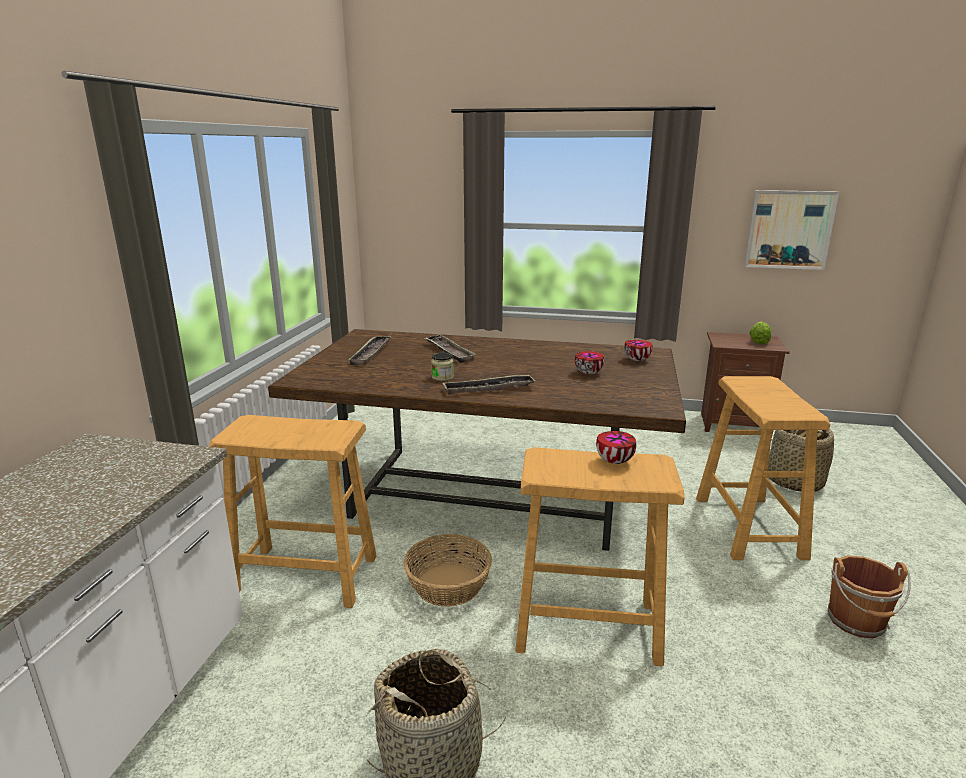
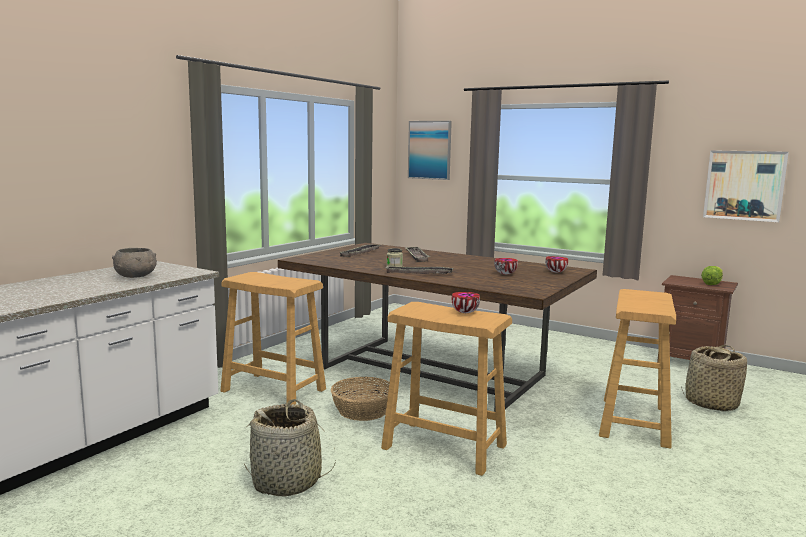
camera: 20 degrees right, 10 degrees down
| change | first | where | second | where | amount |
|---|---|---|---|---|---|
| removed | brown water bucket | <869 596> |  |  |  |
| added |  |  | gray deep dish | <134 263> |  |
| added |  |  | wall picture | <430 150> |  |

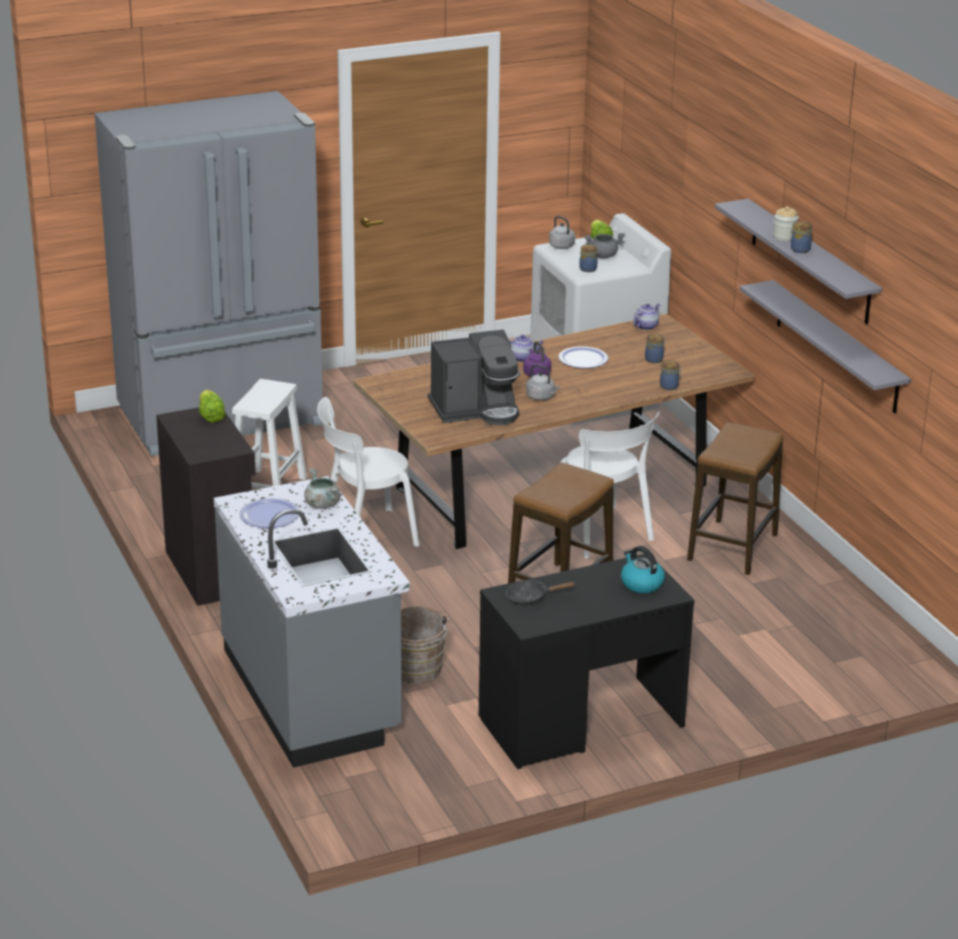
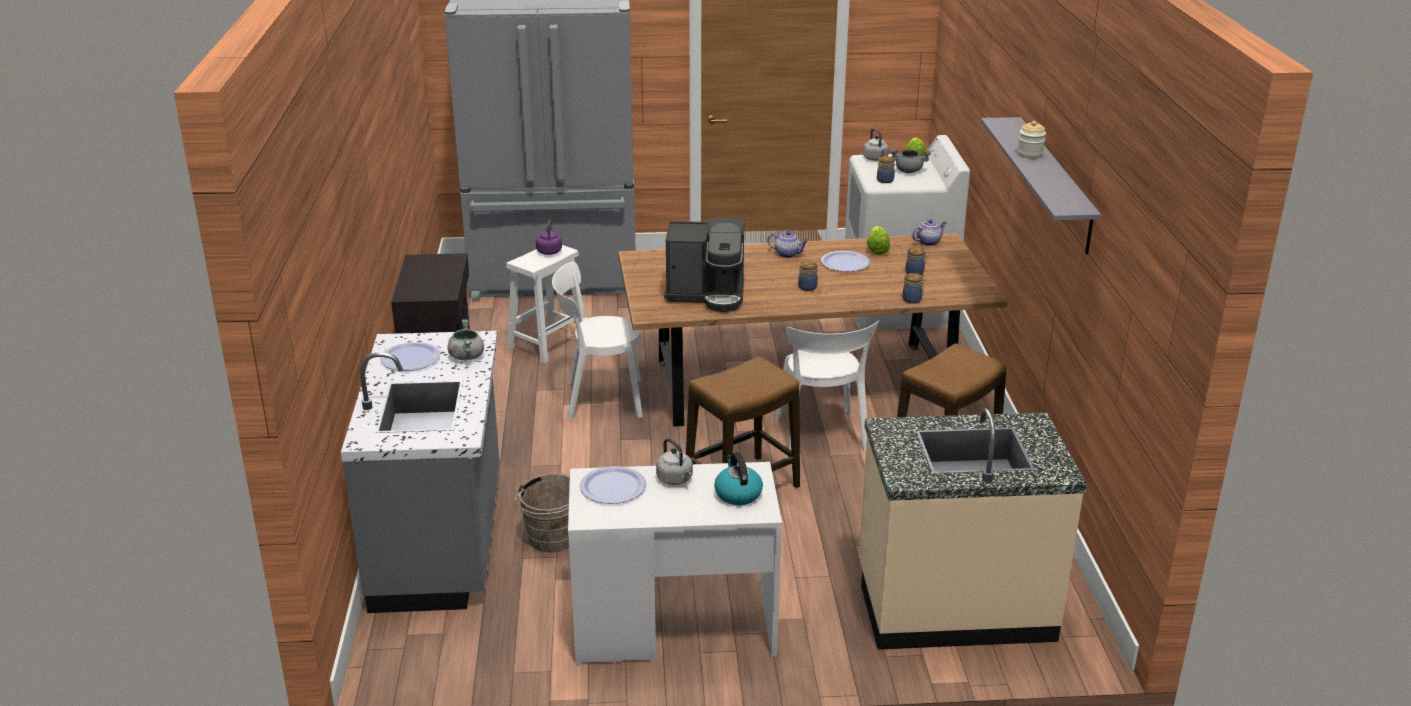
camera: 20 degrees right, 0 degrees up
| change | first | where | second | where | amount |
|---|---|---|---|---|---|
| moved | head of lettuce | <212 406> |  | <878 240> |  |
| recoloured | blackish desk | <587 661> | white-coloured desk | <675 563> |  |
| replaced | blackish frying pan | <541 592> | plate | <613 485> |  |
| moved | purple-coloured water kettle | <537 359> |  | <549 238> |  |
| moved | gray water kettle | <543 382> |  | <674 461> |  |
| removed | gray bracket shelf | <825 347> |  |  |  |
| moved | storage jar | <801 237> |  | <808 276> |  |
| added |  |  | beige kitchen base unit | <973 529> |  |

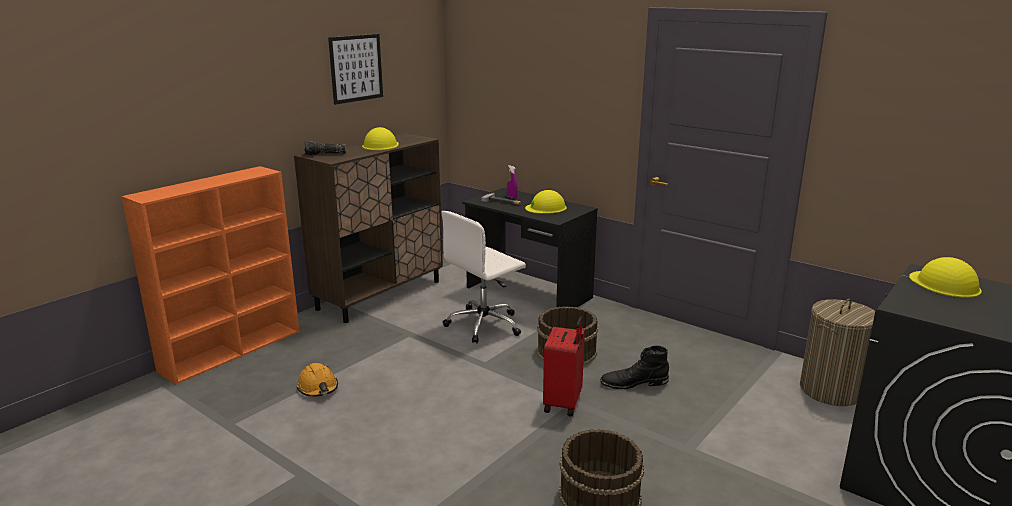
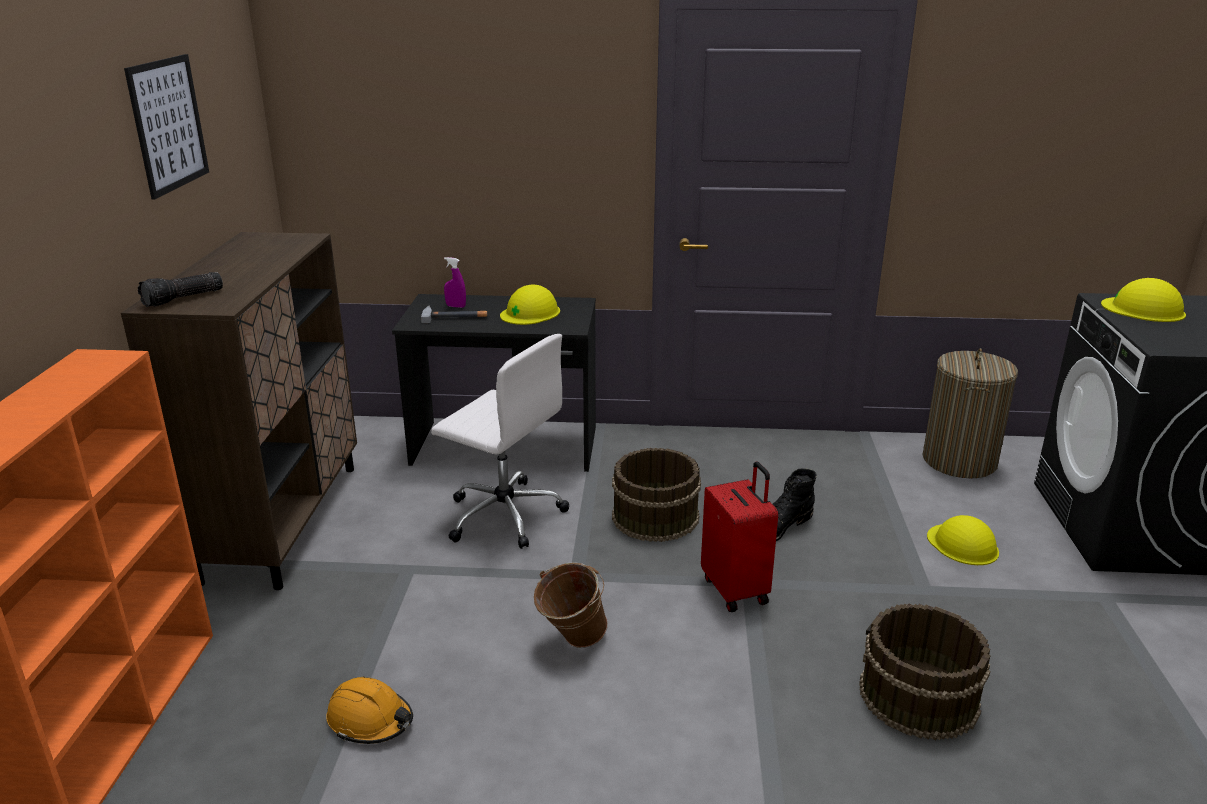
camera: 35 degrees left, 5 degrees up
| change | first | where | second | where | amount |
|---|---|---|---|---|---|
| moved | yellow-coloured safety helmet | <380 138> |  | <963 540> |  |
| turned | white-coloured desk chair | <484 277> |  | <500 441> | 75 degrees counterclockwise |
| added |  |  | brown water bucket | <571 605> |  |

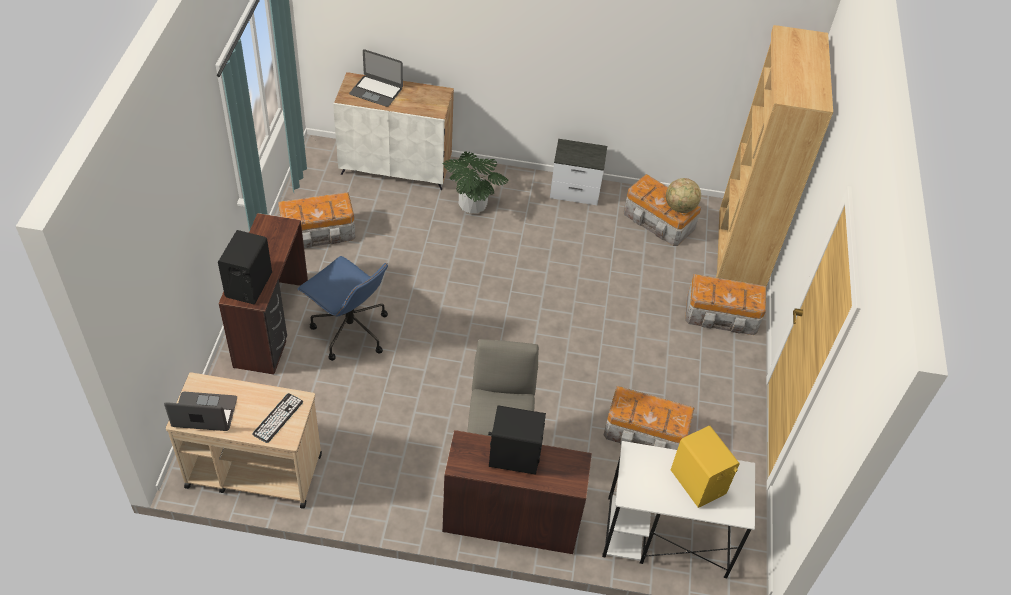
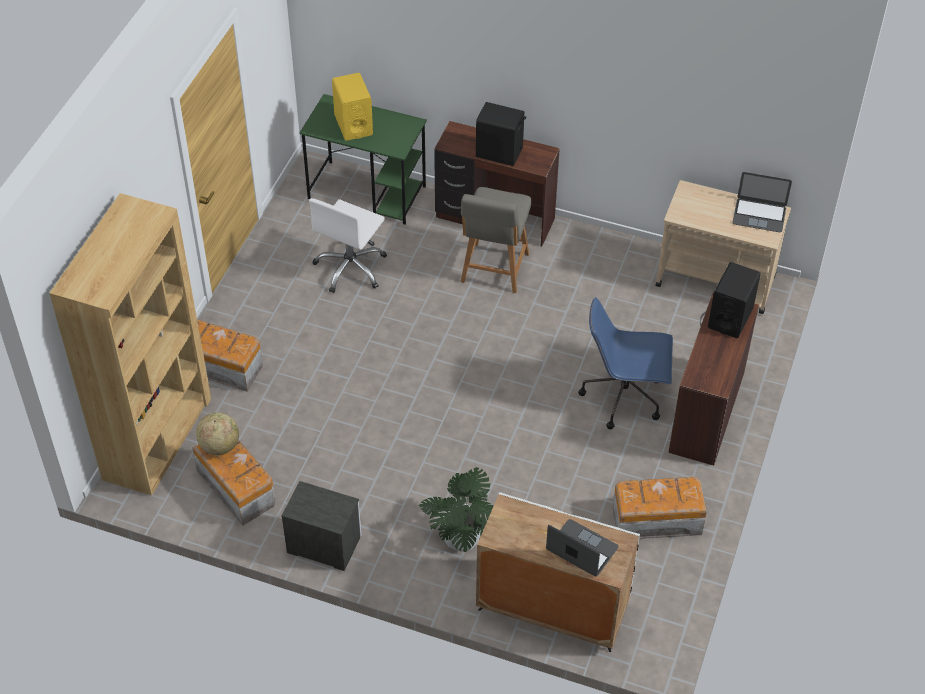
camera: 165 degrees left, 0 degrees up
| change | first | where | second | where | amount |
|---|---|---|---|---|---|
| removed | PC keyboard | <277 418> |  |  |  |
| turned | blue-coloured desk chair | <342 308> |  | <625 363> | 45 degrees counterclockwise |
| recoloured | white-coloured desk | <678 509> | greenish desk | <363 159> |  |
| replaced | storage box | <649 418> | white-coloured desk chair | <348 245> |  |

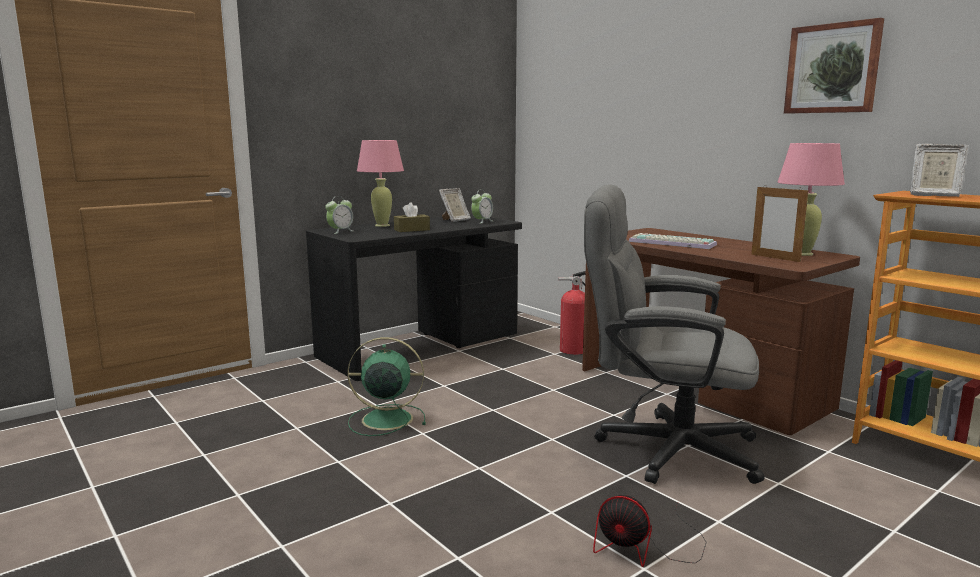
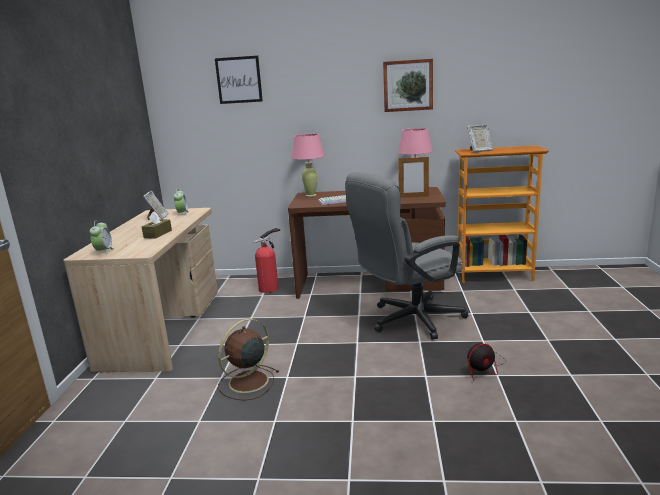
camera: 45 degrees left, 5 degrees up
| change | first | where | second | where | amount |
|---|---|---|---|---|---|
| recoloured | blackish desk | <414 297> | beige desk | <140 290> |  |
| recoloured | greenish cooling fan | <386 386> | brown cooling fan | <249 360> |  |
| moved | pink-coloured tabletop lamp | <380 183> |  | <308 165> |  |
| added |  |  | wall picture | <239 80> |  |

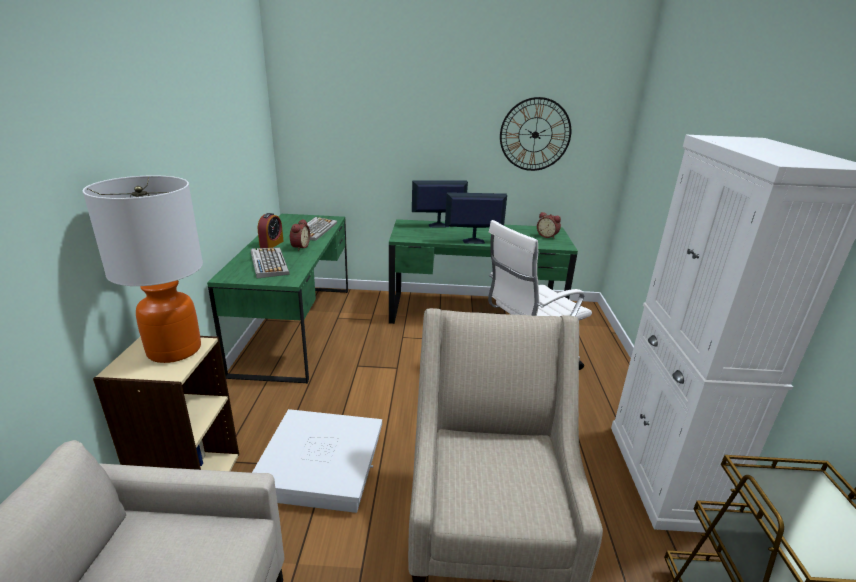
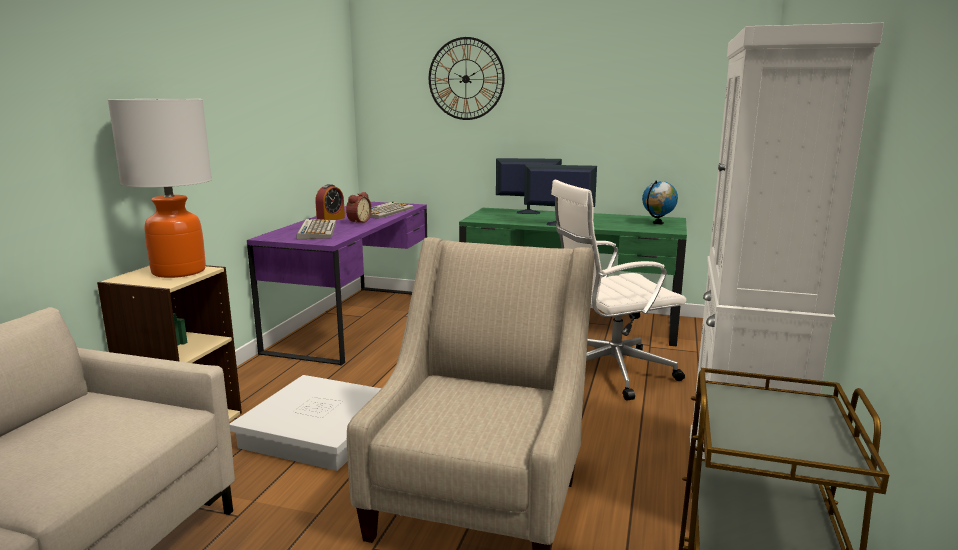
camera: 15 degrees right, 10 degrees down
| change | first | where | second | where | amount |
|---|---|---|---|---|---|
| recoloured | greenish desk | <277 299> | purple-coloured desk | <337 284> |  |
| moved | hanging clock | <535 134> |  | <467 78> |  |
| replaced | table clock | <549 225> | desk globe | <660 202> |  |

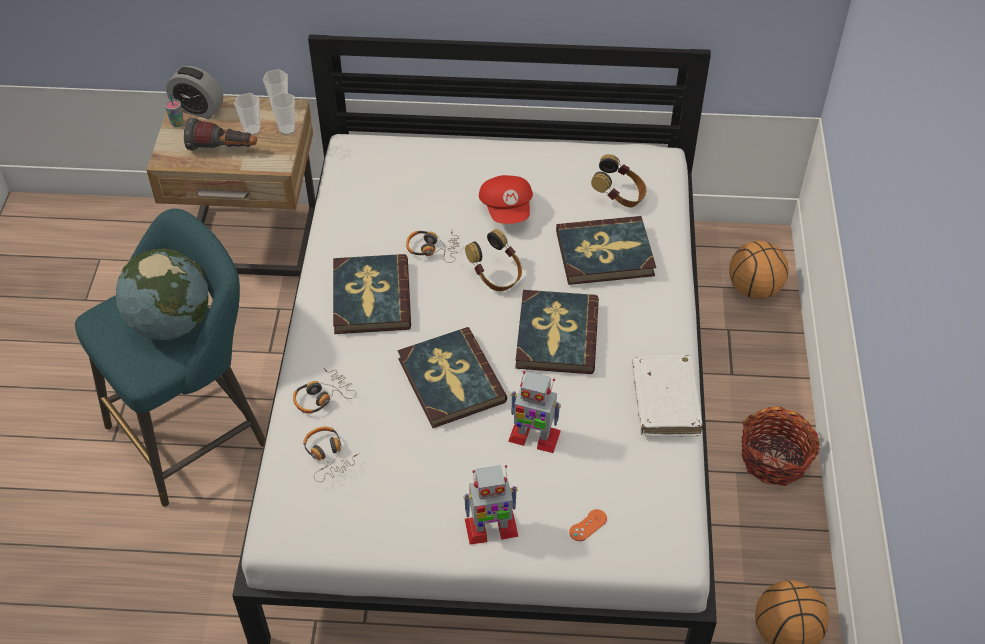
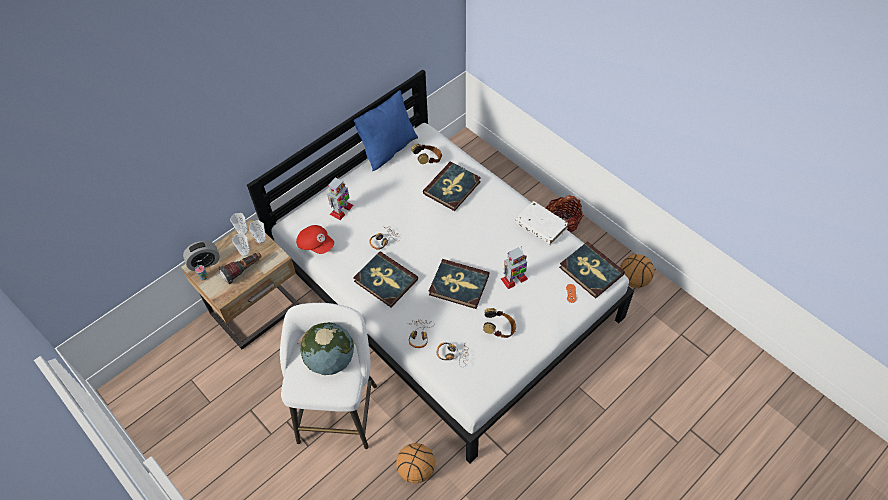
camera: 45 degrees left, 5 degrees up
| change | first | where | second | where | amount |
|---|---|---|---|---|---|
| recoloured | blue-green stool seat | <170 358> | white-coloured stool seat | <328 376> |  |
| moved | robot figure | <491 505> |  | <340 198> |  |
| moved | headset | <493 260> |  | <499 323> |  |
| moved | red-coloured peaked cap | <506 199> |  | <315 239> |  |
| moved | book | <557 332> |  | <592 270> |  |
| moved | basketball ball | <759 270> |  | <415 463> |  |
| added |  |  | blue-coloured pillow | <386 129> |  |

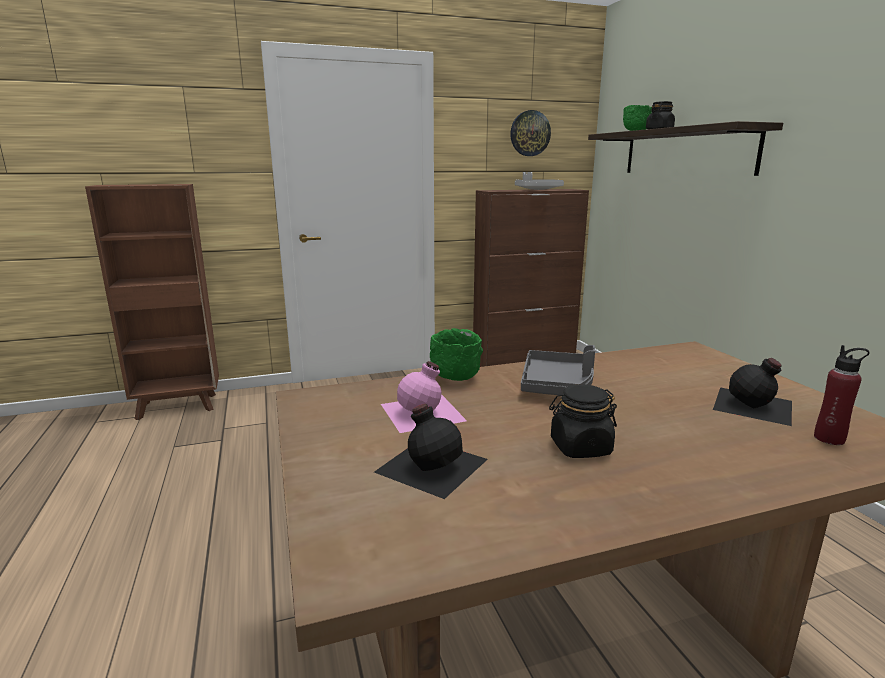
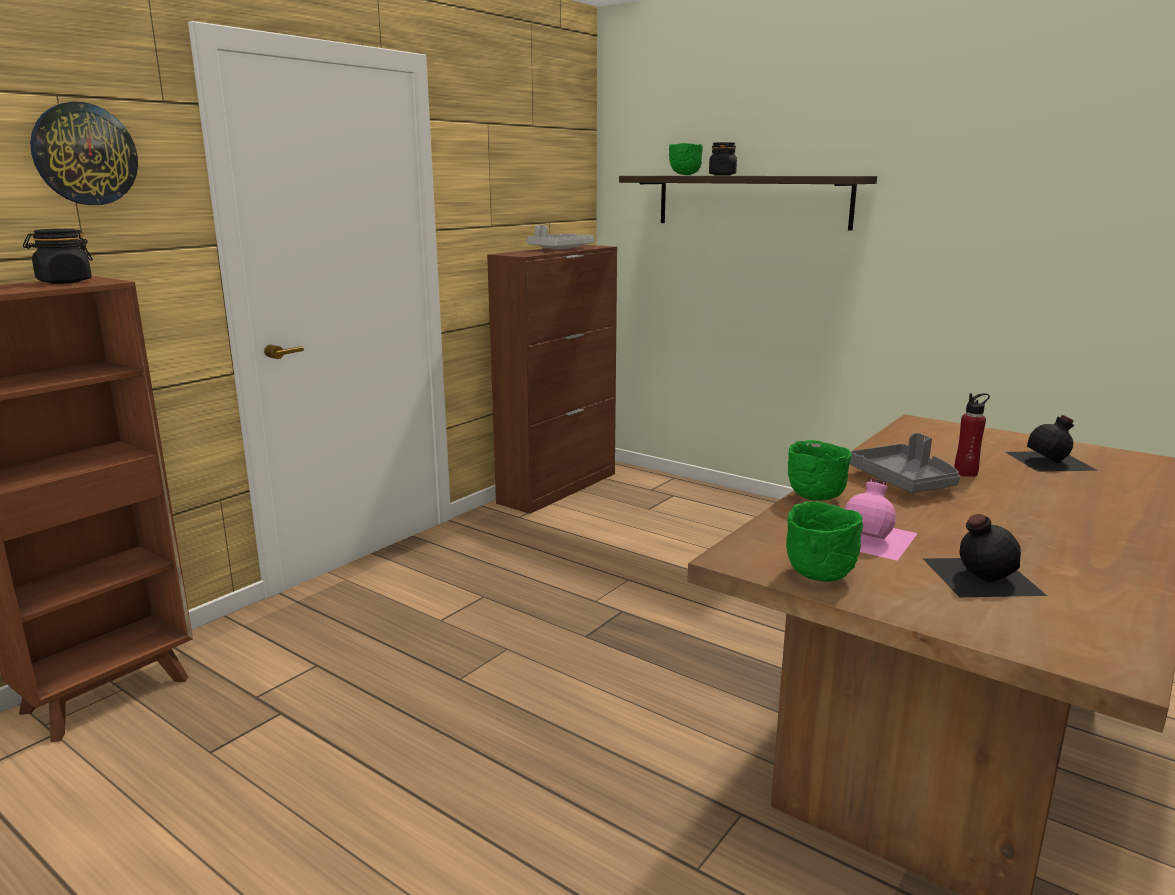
camera: 35 degrees left, 0 degrees up
| change | first | where | second | where | amount |
|---|---|---|---|---|---|
| moved | hanging clock | <530 133> |  | <84 153> |  |
| moved | blackish storage jar | <583 421> |  | <58 256> |  |
| moved | red-coloured drink bottle | <842 395> |  | <972 435> |  |
| added |  |  | greenish deep dish | <824 541> |  |

